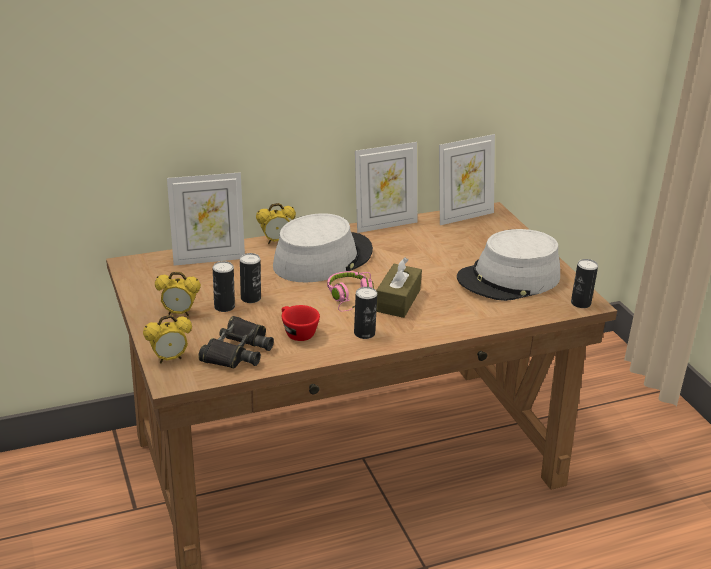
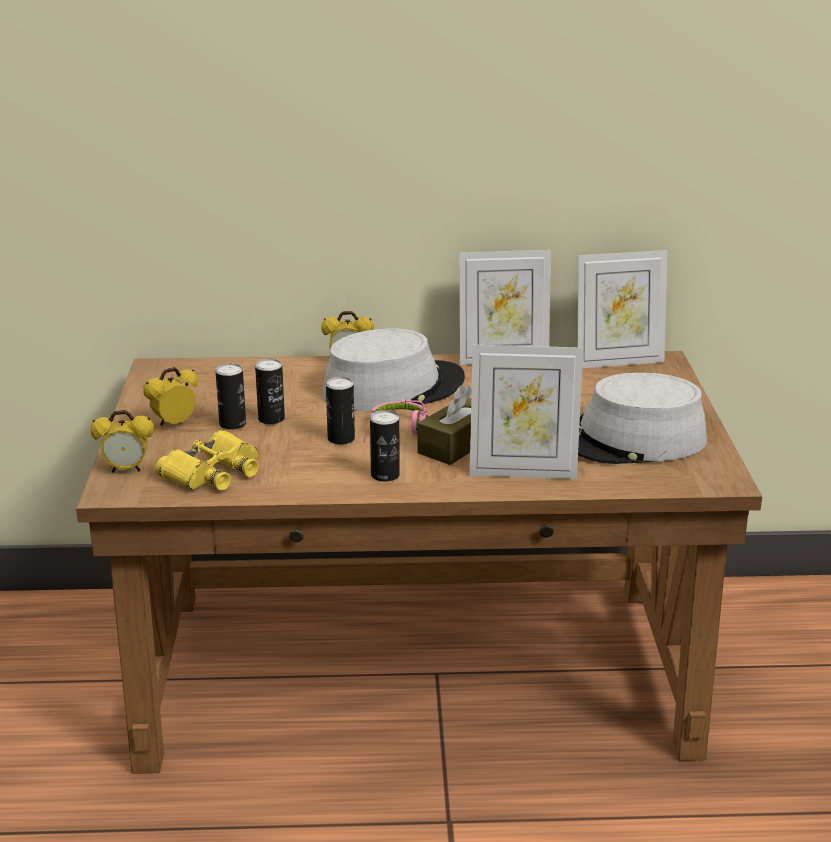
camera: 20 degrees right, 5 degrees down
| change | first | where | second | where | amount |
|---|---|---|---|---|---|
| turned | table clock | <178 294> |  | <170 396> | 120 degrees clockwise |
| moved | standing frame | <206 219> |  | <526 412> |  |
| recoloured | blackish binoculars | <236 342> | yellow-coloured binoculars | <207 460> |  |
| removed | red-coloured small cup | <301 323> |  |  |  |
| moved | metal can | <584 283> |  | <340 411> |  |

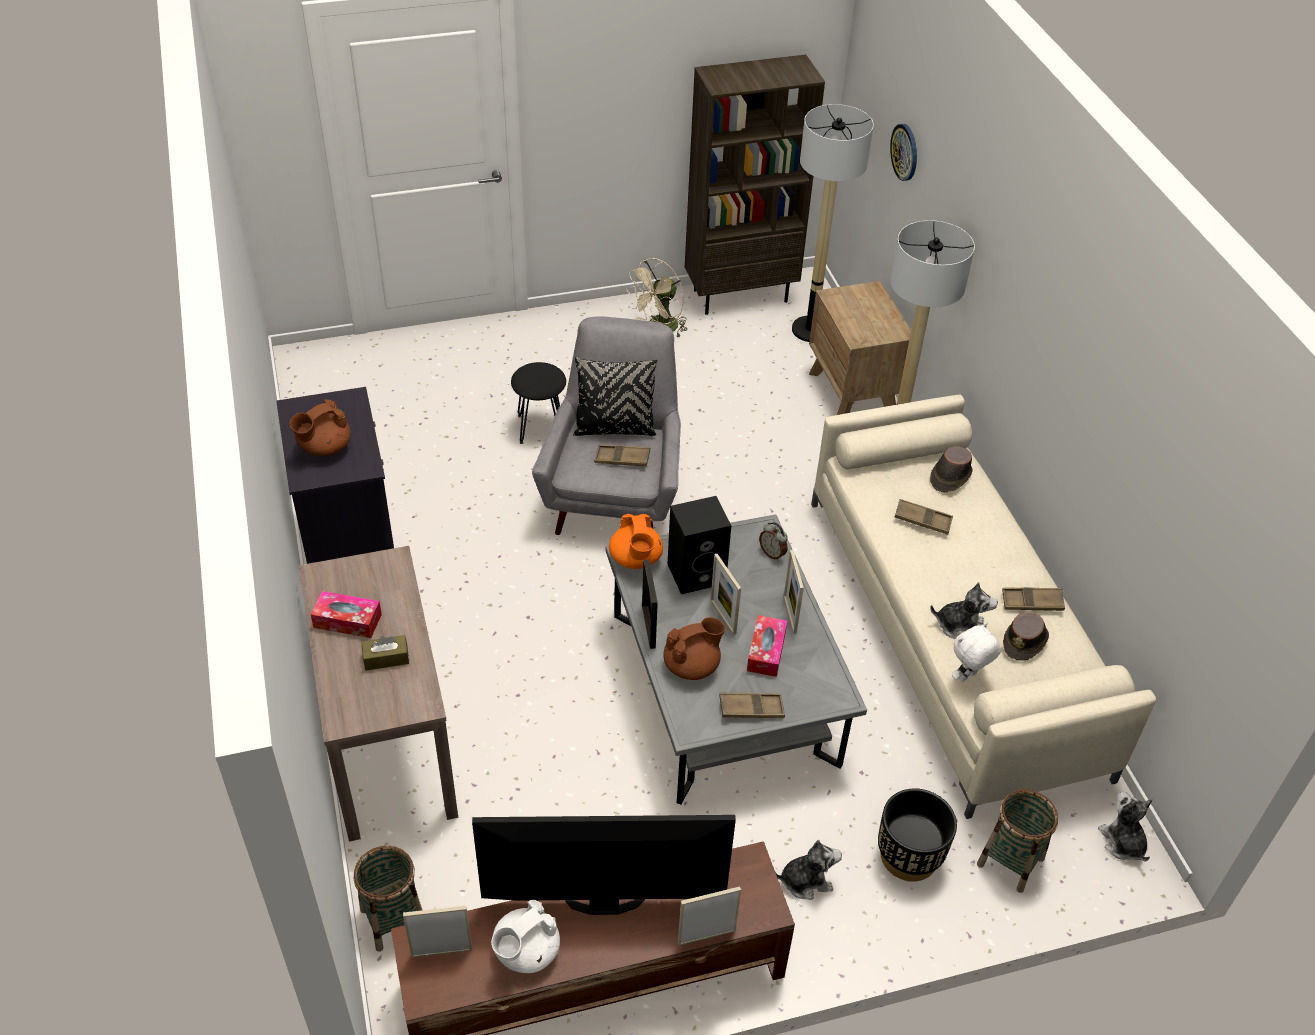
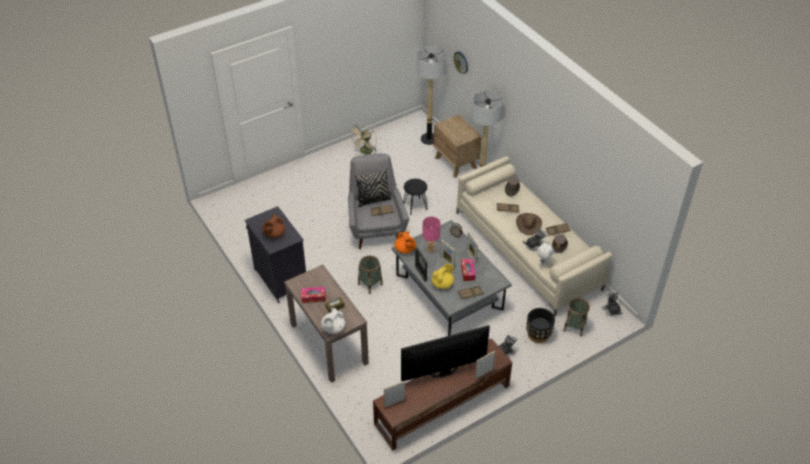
camera: 15 degrees left, 0 degrees up
| change | first | where | second | where | amount |
|---|---|---|---|---|---|
| moved | basket | <388 899> |  | <370 275> |  |
| moved | white-coloured tea pot | <525 936> |  | <333 321> |  |
| moved | blackish stool seat | <538 403> |  | <415 197> |  |
| recoloured | brown tea pot | <694 648> | yellow-coloured tea pot | <443 276> |  |
| replaced | blackish speaker | <699 545> | pink-coloured tabletop lamp | <431 235> |  |
| removed | brown shelving unit | <755 185> |  |  |  |
| added |  |  | brown wearable hat | <529 224> |  |

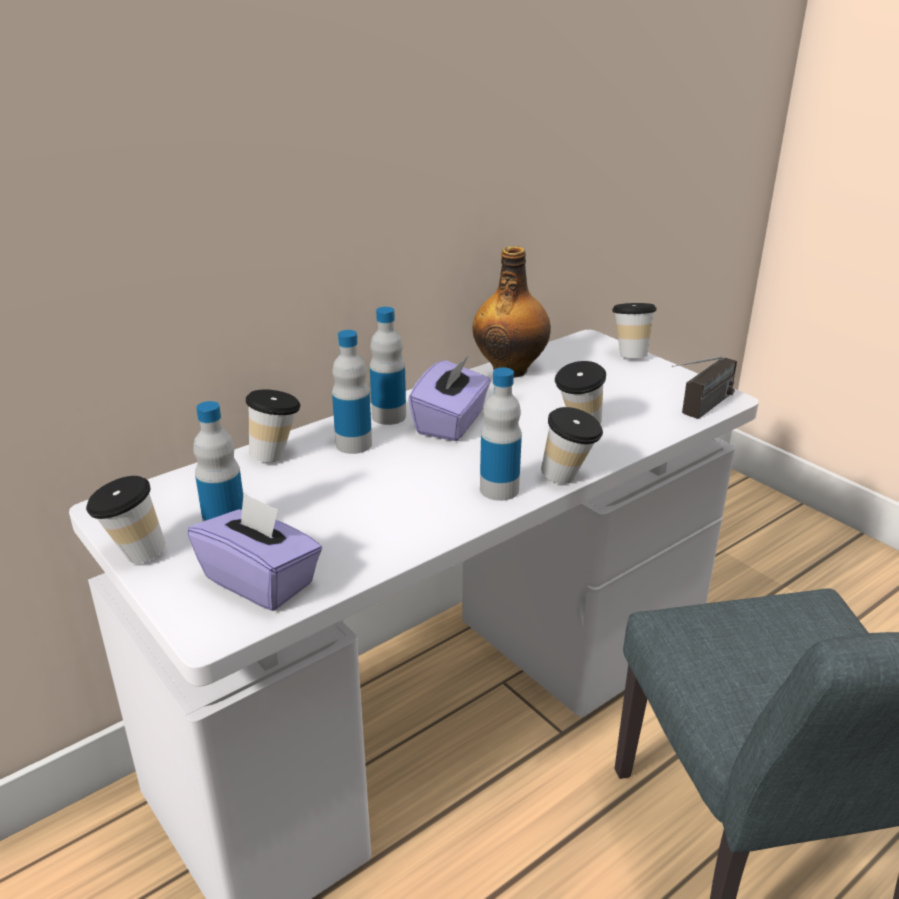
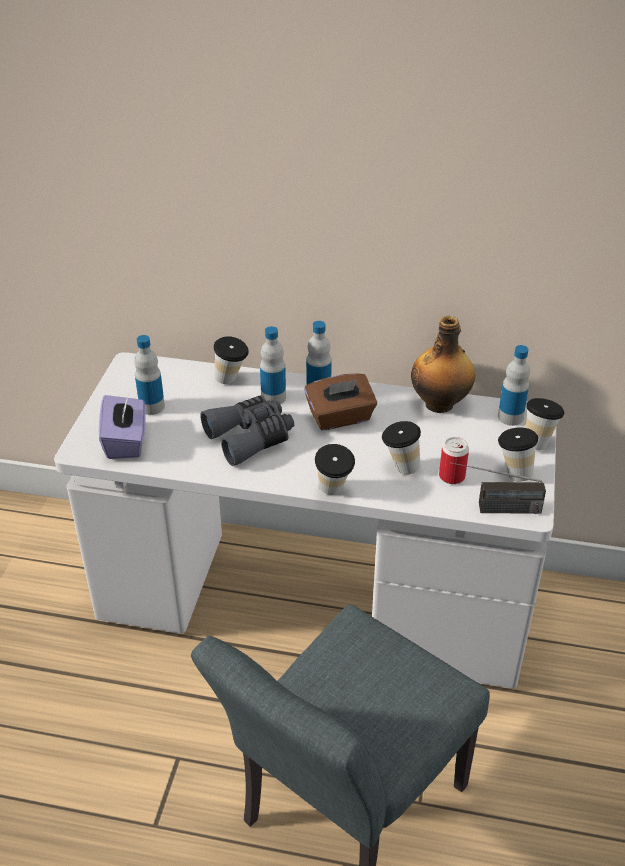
camera: 50 degrees right, 10 degrees up
| change | first | where | second | where | amount |
|---|---|---|---|---|---|
| moved | small cup | <126 519> |  | <518 454> |  |
| recoloured | purple-coloured tissue box | <450 398> | brown tissue box | <340 401> |  |
| moved | drink bottle | <501 434> |  | <514 385> |  |
| added |  |  | gray binoculars | <247 430> |  |
| added |  |  | metal can | <454 460> |  |

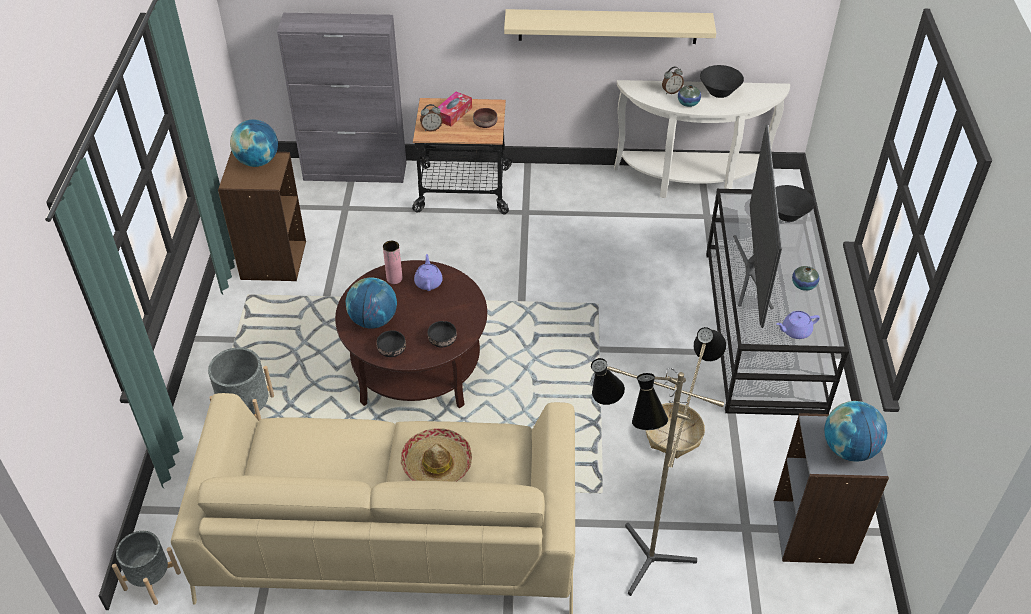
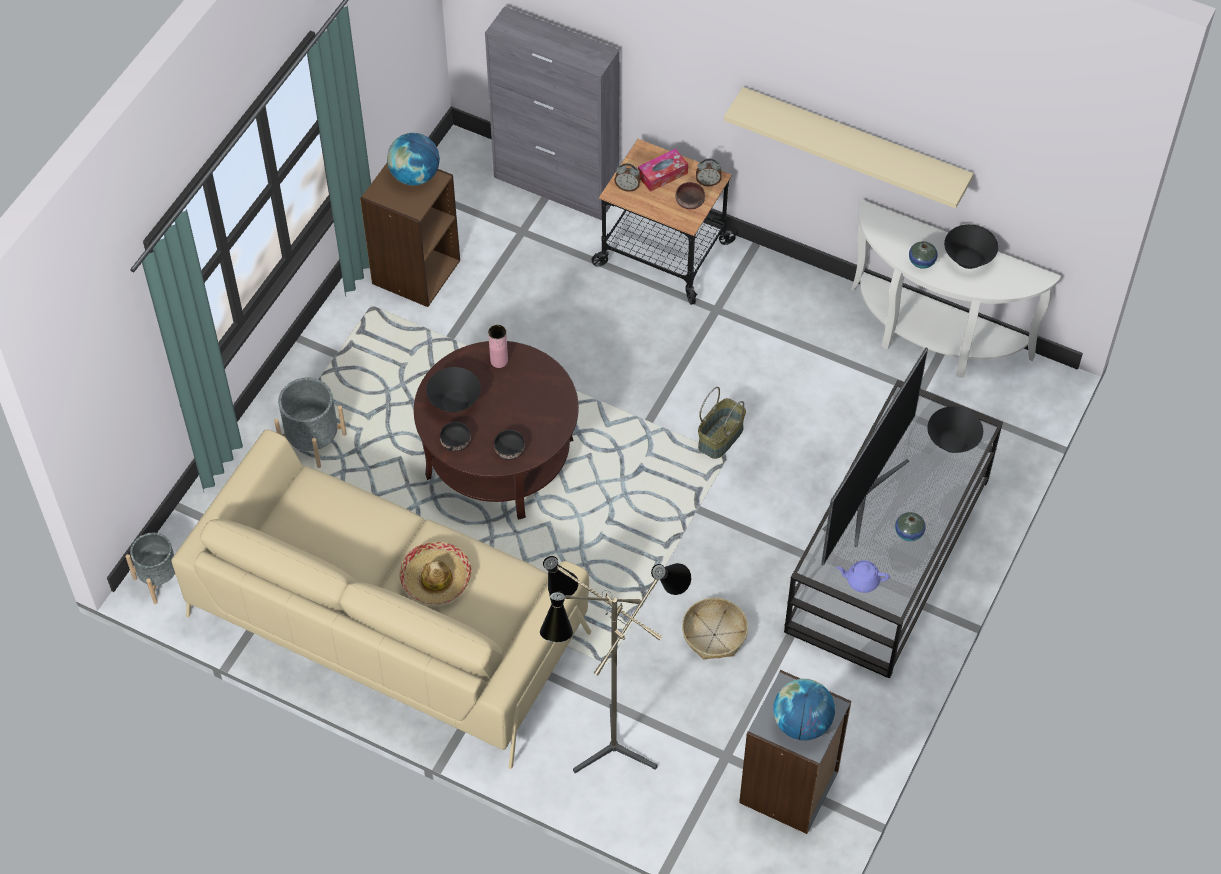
camera: 25 degrees right, 10 degrees up
| change | first | where | second | where | amount |
|---|---|---|---|---|---|
| replaced | desk globe | <371 303> | blackish deep dish | <453 389> |  |
| removed | purple-coloured tea pot | <428 272> |  |  |  |
| moved | table clock | <673 80> |  | <709 172> |  |
| added |  |  | basket | <722 423> |  |

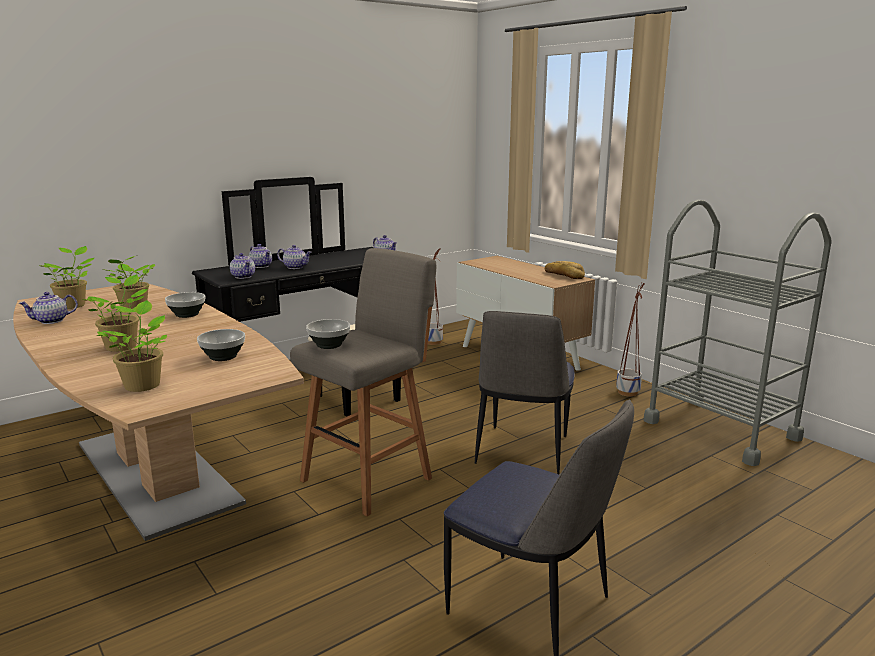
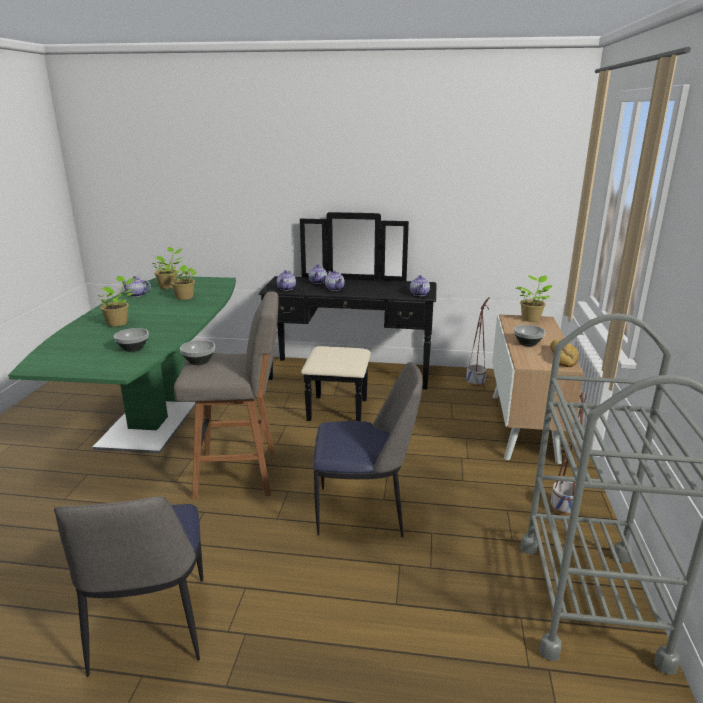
camera: 45 degrees right, 5 degrees up
| change | first | where | second | where | amount |
|---|---|---|---|---|---|
| recoloured | brown kitchen table | <158 412> | greenish kitchen table | <122 365> |  |
| moved | plant in a pot | <132 346> |  | <534 298> |  |
| moved | deep dish | <185 305> |  | <529 335> |  |
| turned | chair | <525 392> |  | <367 449> | 150 degrees counterclockwise |

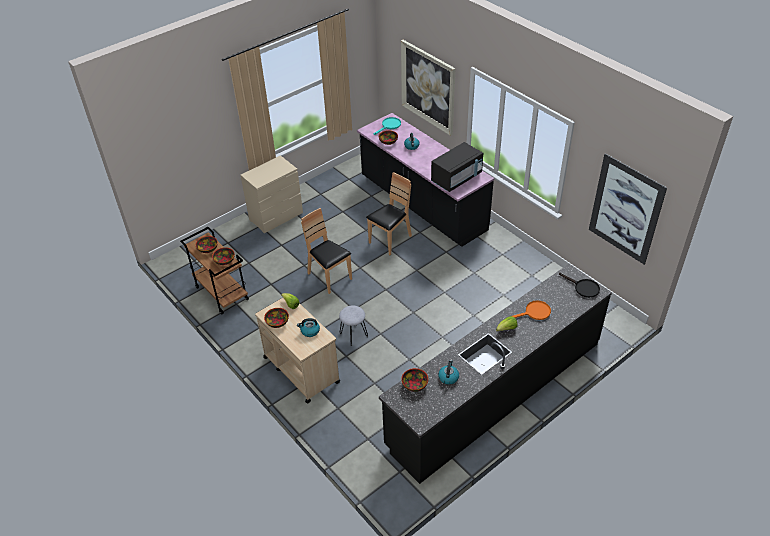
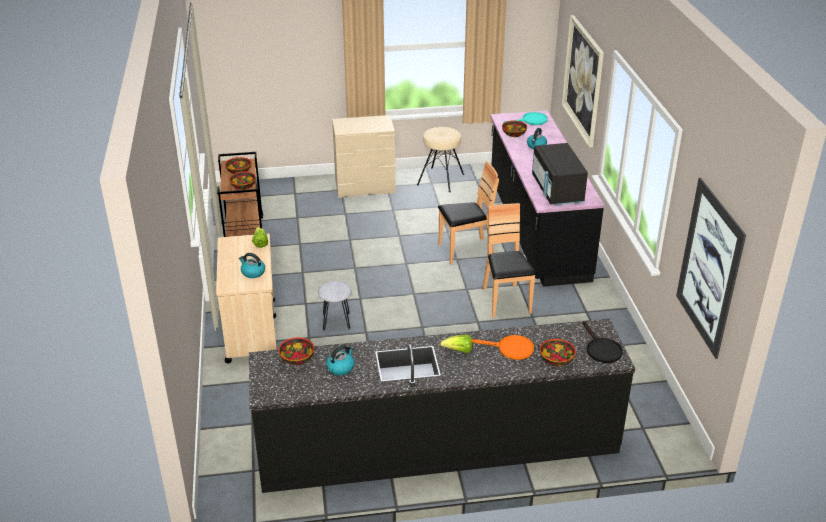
camera: 30 degrees right, 10 degrees down
| change | first | where | second | where | amount |
|---|---|---|---|---|---|
| moved | deep dish | <276 318> |  | <558 352> |  |
| moved | brown chair | <326 251> |  | <510 260> |  |
| turned | blackish microwave | <457 167> |  | <560 174> | 90 degrees clockwise |
| added |  |  | beige stool seat | <440 159> |  |

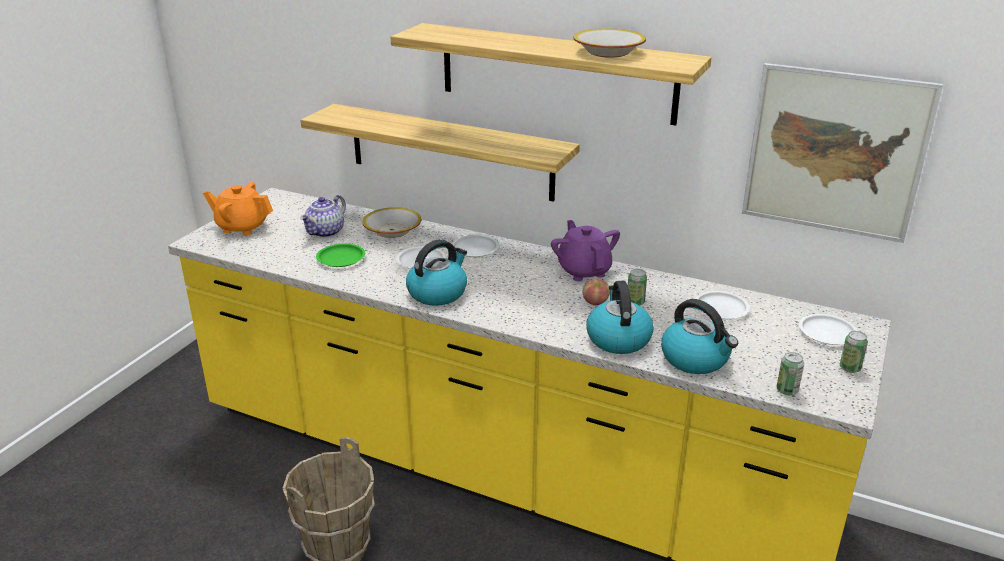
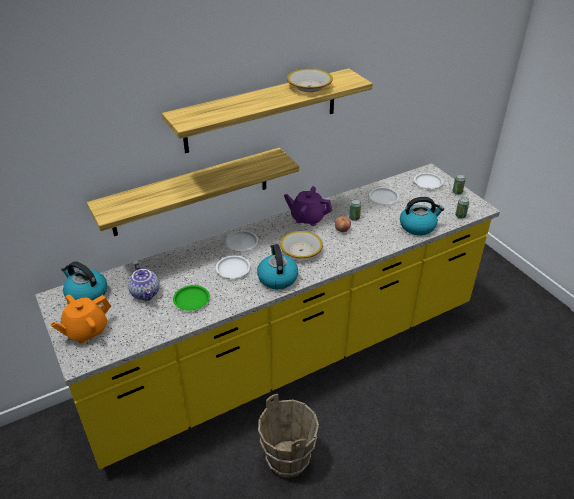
camera: 55 degrees left, 10 degrees up
| change | first | where | second | where | amount |
|---|---|---|---|---|---|
| moved | deep dish | <391 222> |  | <301 244> |  |
| moved | water kettle | <620 317> |  | <84 281> |  |
| removed | wall picture | <842 153> |  |  |  |

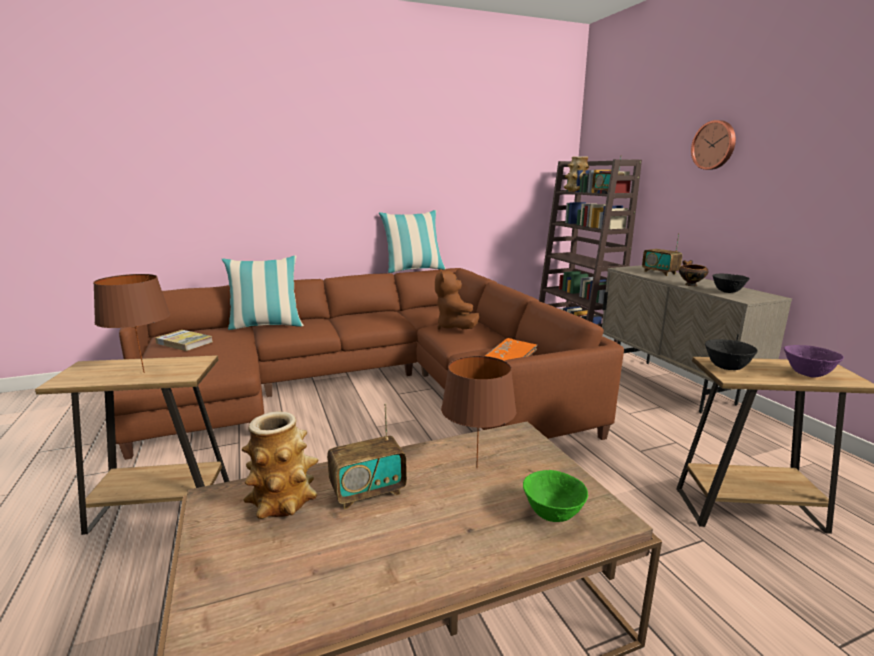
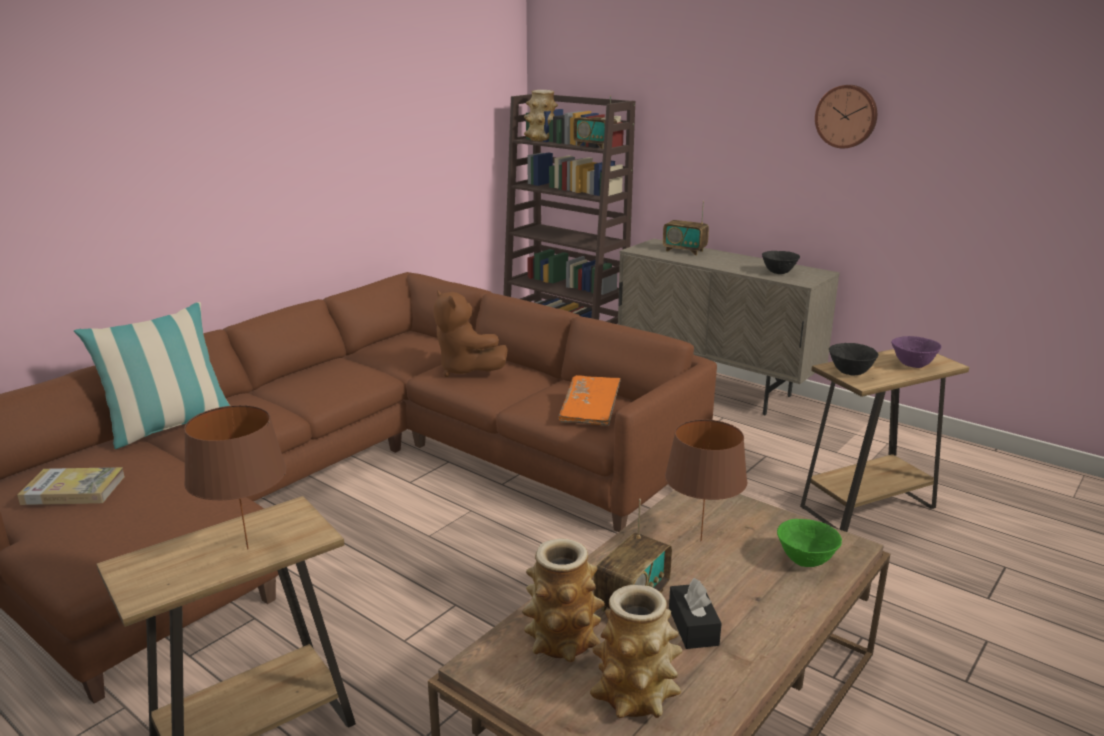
camera: 30 degrees left, 5 degrees up
| change | first | where | second | where | amount |
|---|---|---|---|---|---|
| removed | pillow | <412 241> |  |  |  |
| removed | deep dish | <694 273> |  |  |  |
| moved | hanging clock | <713 145> |  | <846 116> |  |
| added |  |  | flower vase | <636 651> |  |
| added |  |  | blackish tissue box | <695 613> |  |

